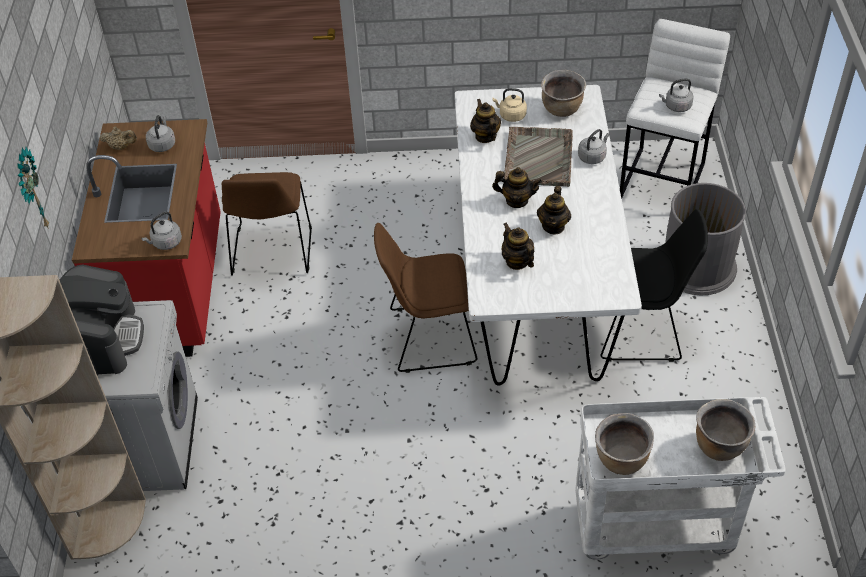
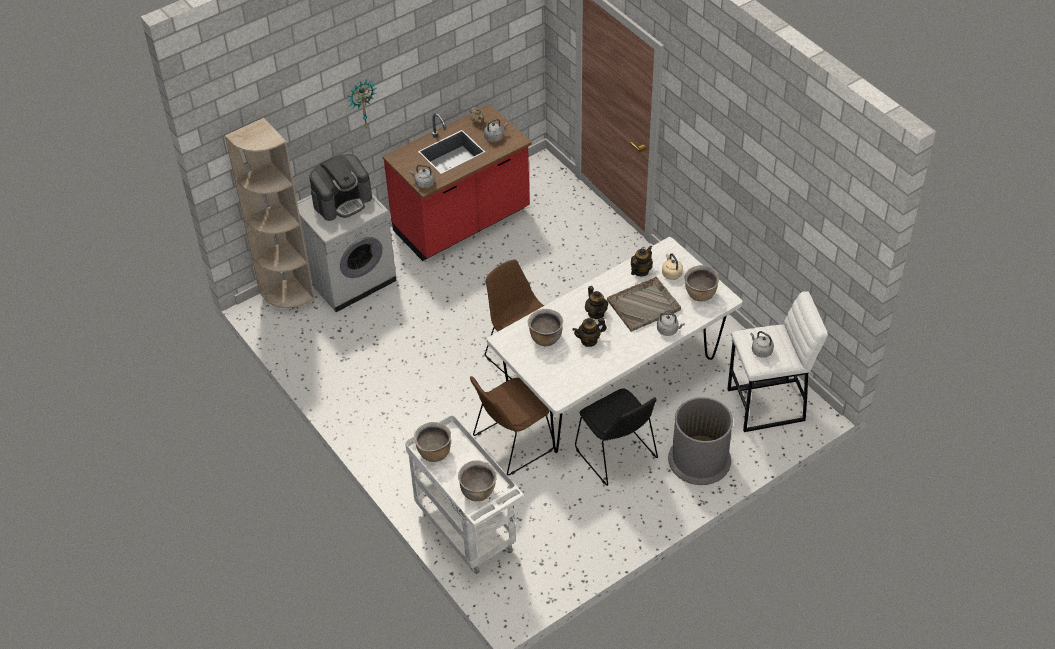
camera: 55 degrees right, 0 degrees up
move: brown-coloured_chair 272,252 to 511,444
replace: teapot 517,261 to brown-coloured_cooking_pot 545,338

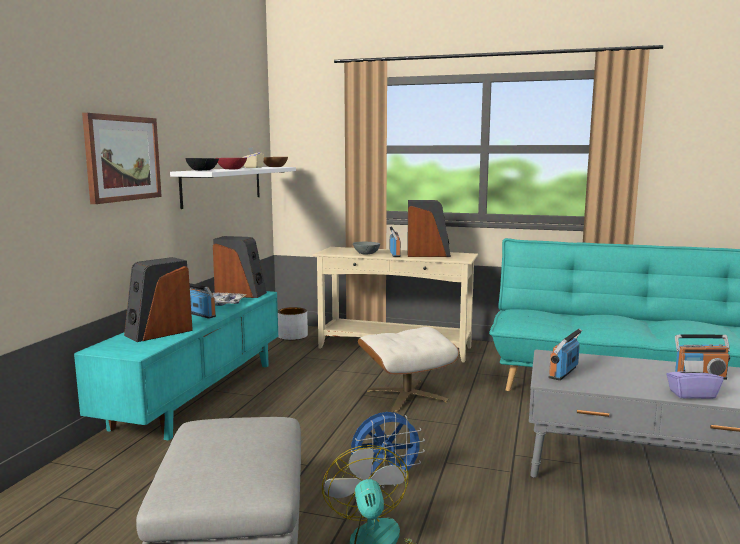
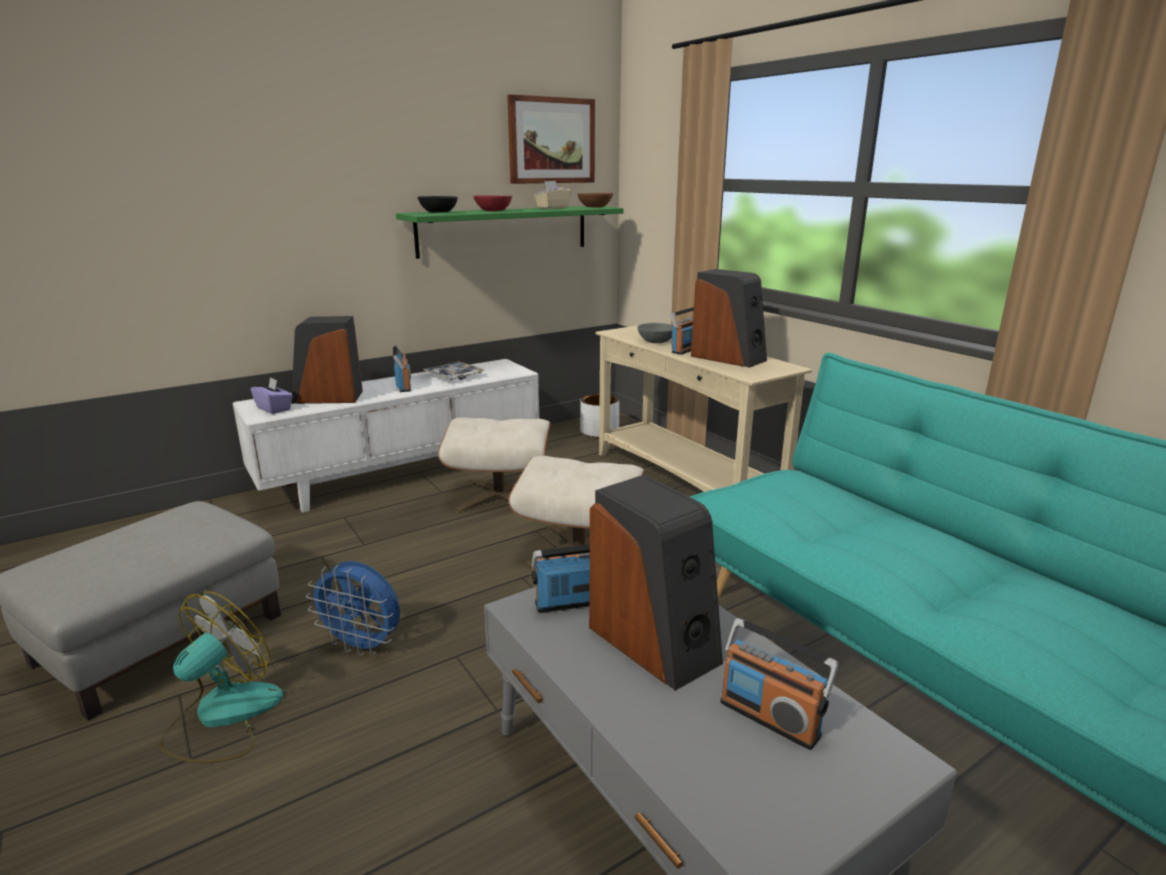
camera: 40 degrees right, 10 degrees up
insert: beige_pouffe 499,495
move: wall_picture 122,158 to 551,141; speaker 241,294 to 655,642; purple-coloured_tissue_holder 692,394 to 274,408
recolor: white-coloured_wall_shelf 223,185 to green_wall_shelf 504,230; blue-green_tv_unit 197,393 to white-coloured_tv_unit 404,471

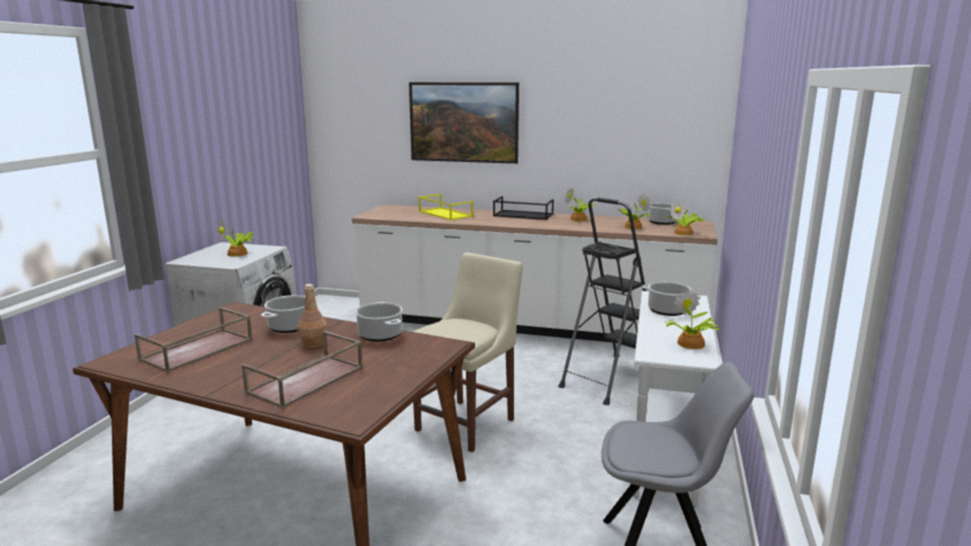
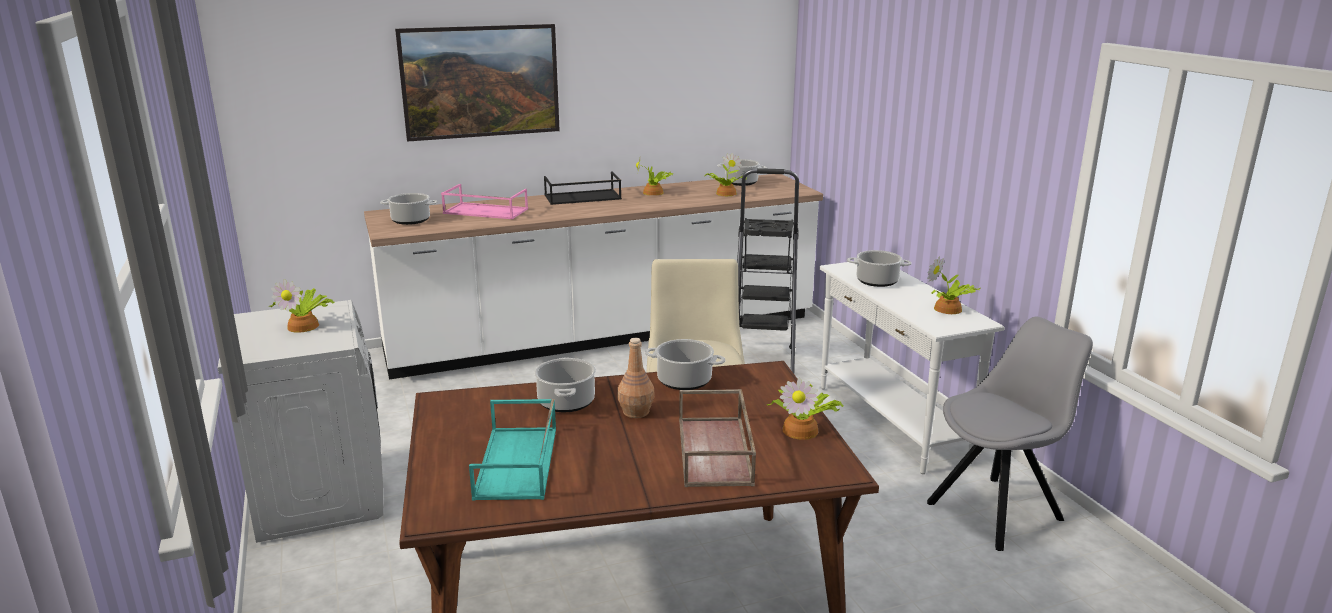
camera: 35 degrees left, 5 degrees up
insert: cooking_pot 410,220
move: plant_in_a_pot 684,233 to 802,429
recolor: yellow-coloured_serving_tray 444,214 to pink_serving_tray 484,211; brown-coloured_serving_tray 197,350 to blue-green_serving_tray 518,463

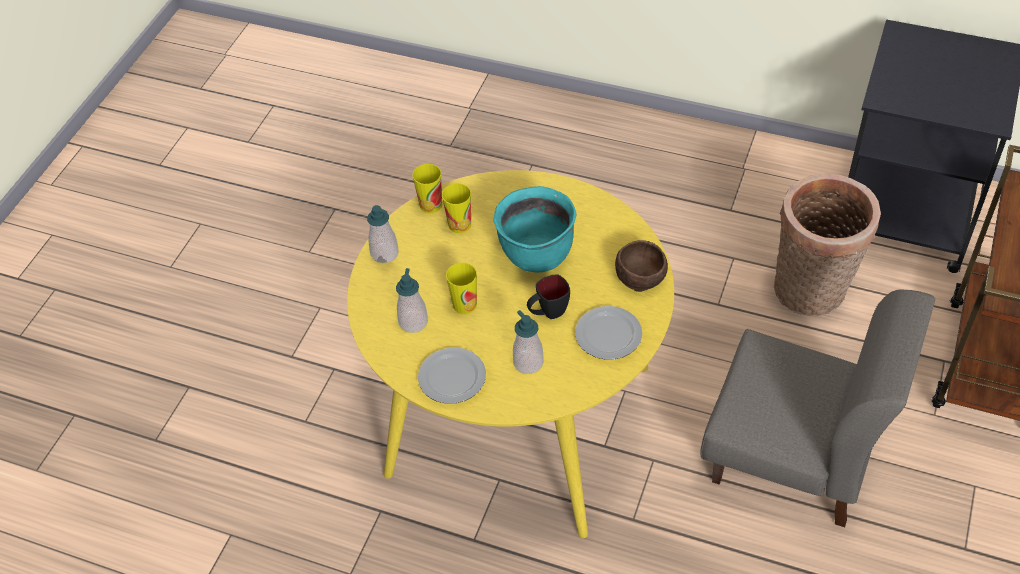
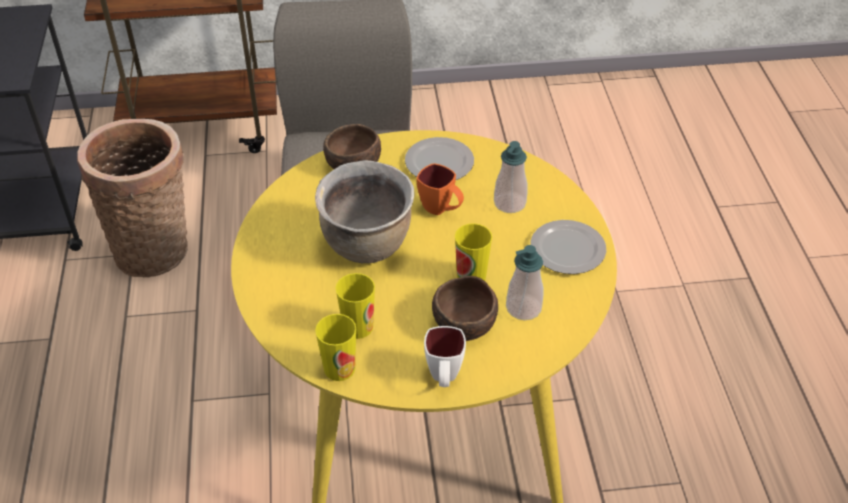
camera: 120 degrees left, 5 degrees down
insert: brown-coloured_serving_bowl 464,324
replace: soap_dispenser 384,253 to white-coloured_tea_mug 444,379
recolor: blue-green_cooking_pot 536,255 to brown-coloured_cooking_pot 368,245; black-coloured_tea_mug 548,313 to orange-coloured_tea_mug 441,210

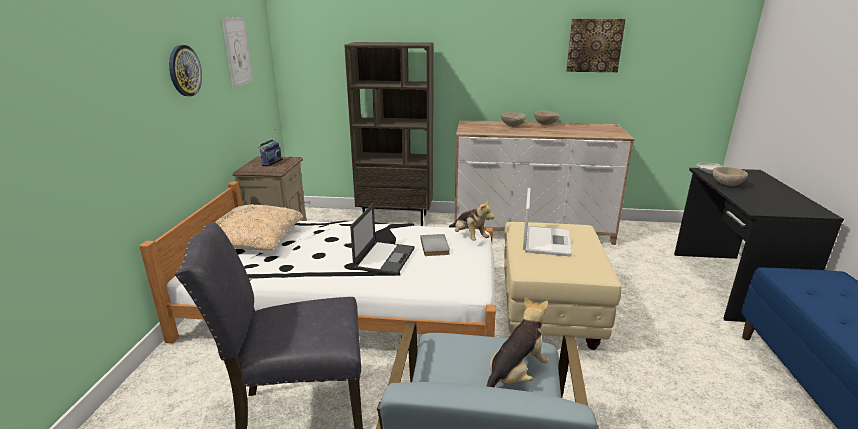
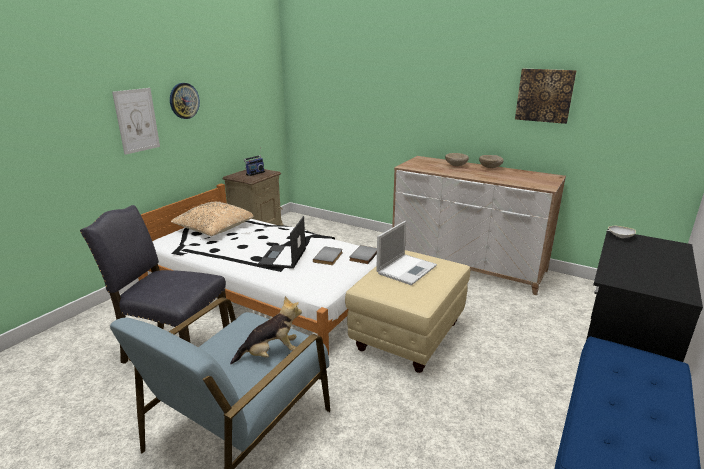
camera: 25 degrees right, 0 degrees up
delete: brown-coloured_bookshelf 396,218; beige_serving_bowl 726,184
move: wall_picture 237,52 to 137,120
replace: soft_toy 469,237 to greyish_book 363,255
rotate: portable_computer 384,258 = 282,257 150 degrees clockwise

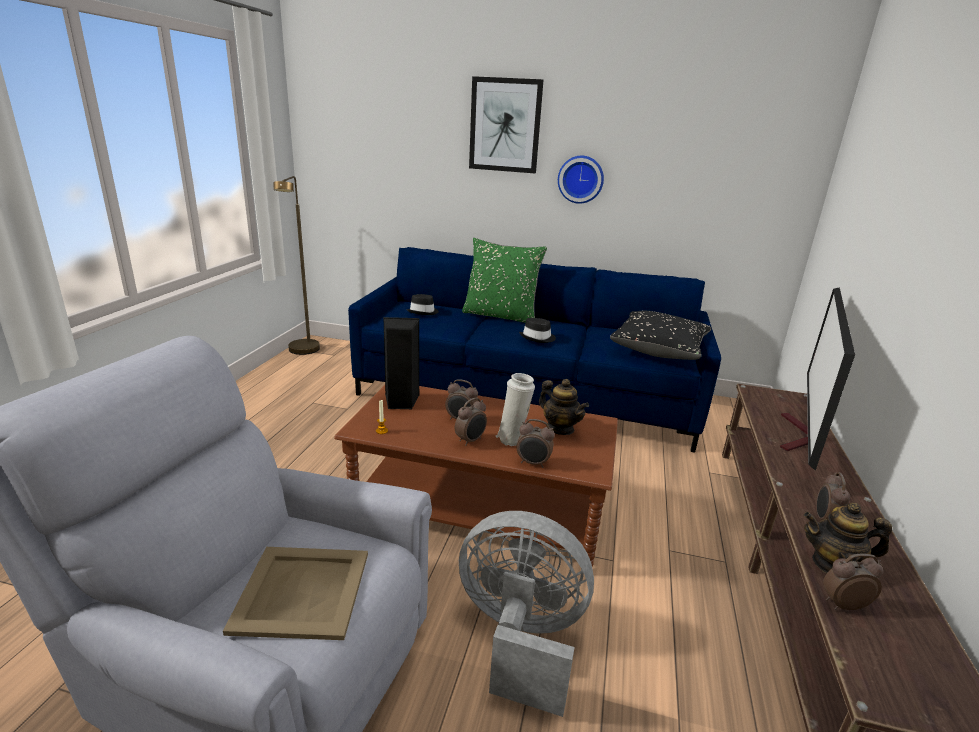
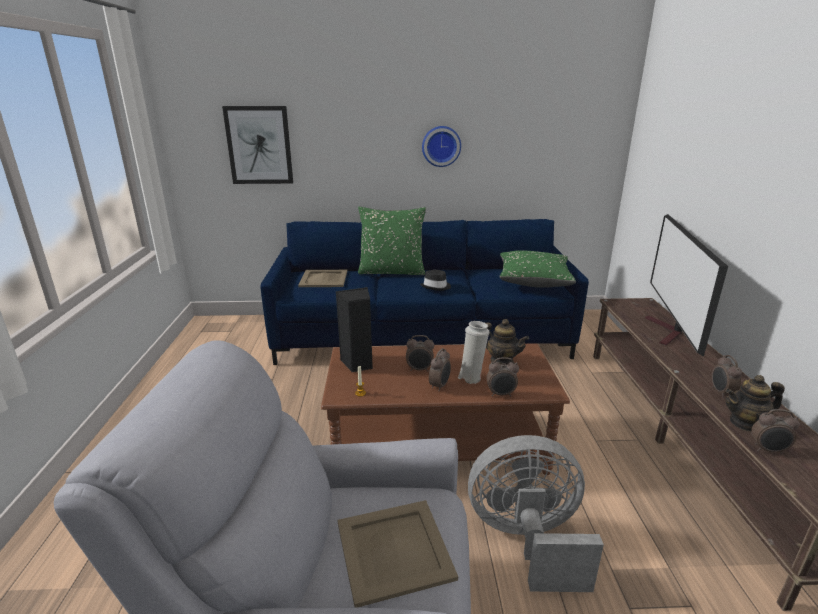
camera: 15 degrees left, 0 degrees up
delete: brown-coloured_standard_lamp 303,352
move: wall_picture 505,125 to 259,145
replace: black-coloured_clothing_hat 423,312 to beige_serving_tray 324,279
recolor: black-coloured_pillow 659,349 to green_pillow 533,280
rotate: alarm_clock 842,604 = 768,450 150 degrees counterclockwise

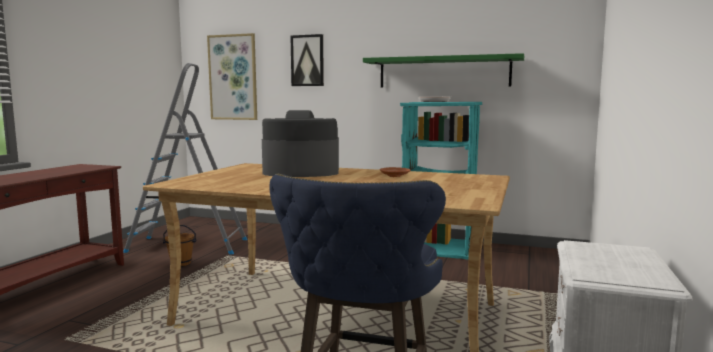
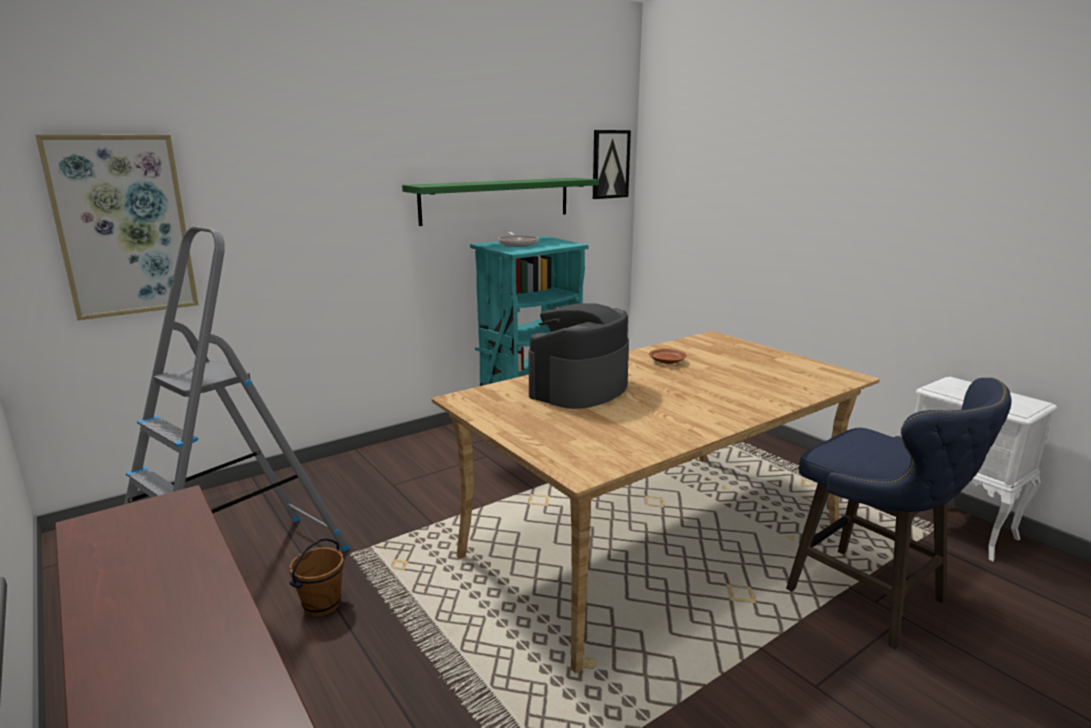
camera: 55 degrees left, 10 degrees up
move: wall_picture 307,60 to 610,164

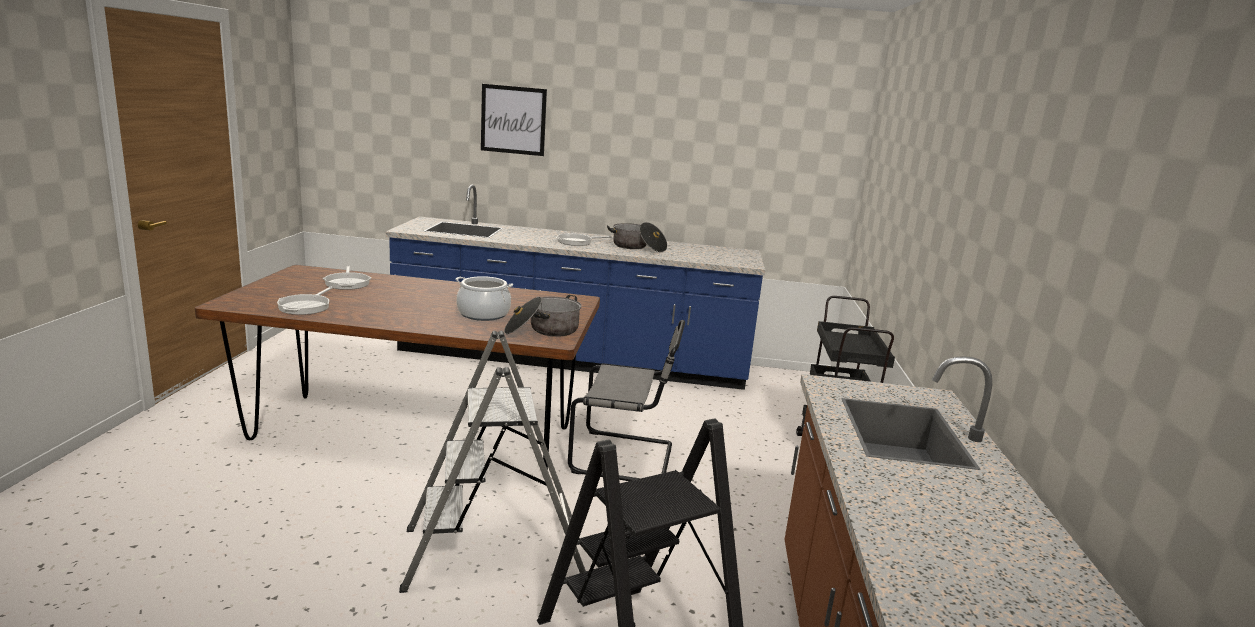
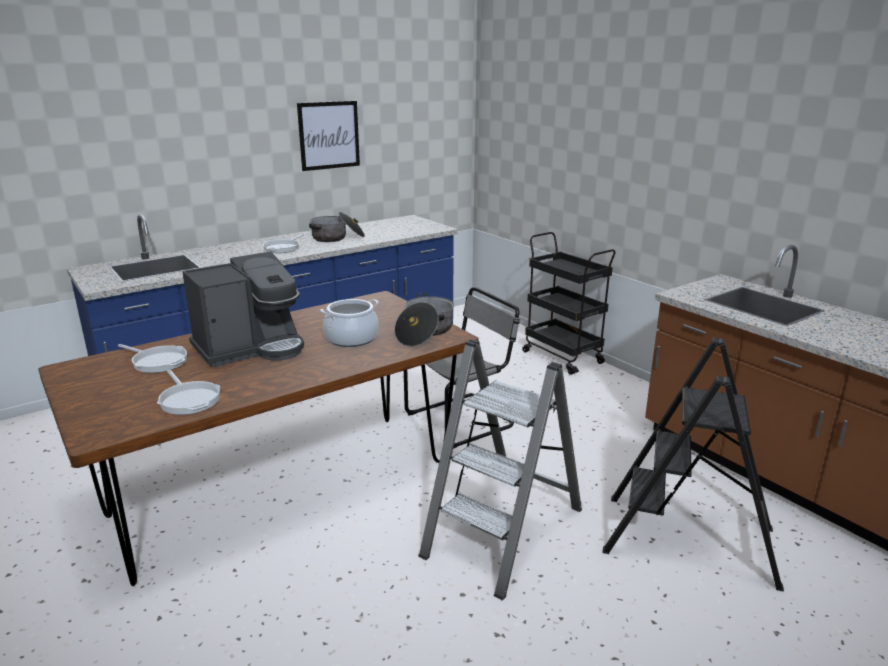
camera: 40 degrees left, 5 degrees up
insert: coffee_maker 251,348
move: wall_picture 513,120 to 329,135

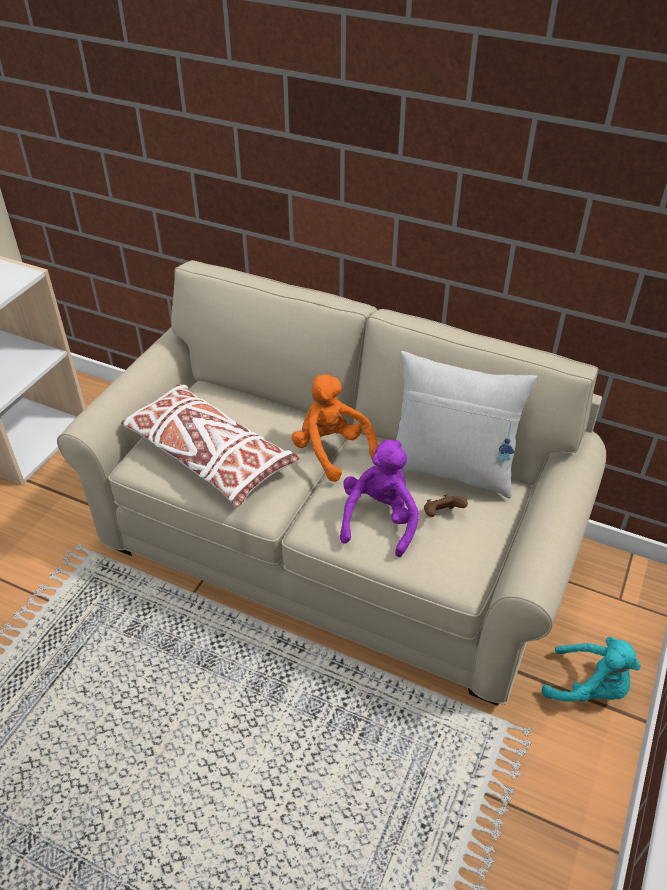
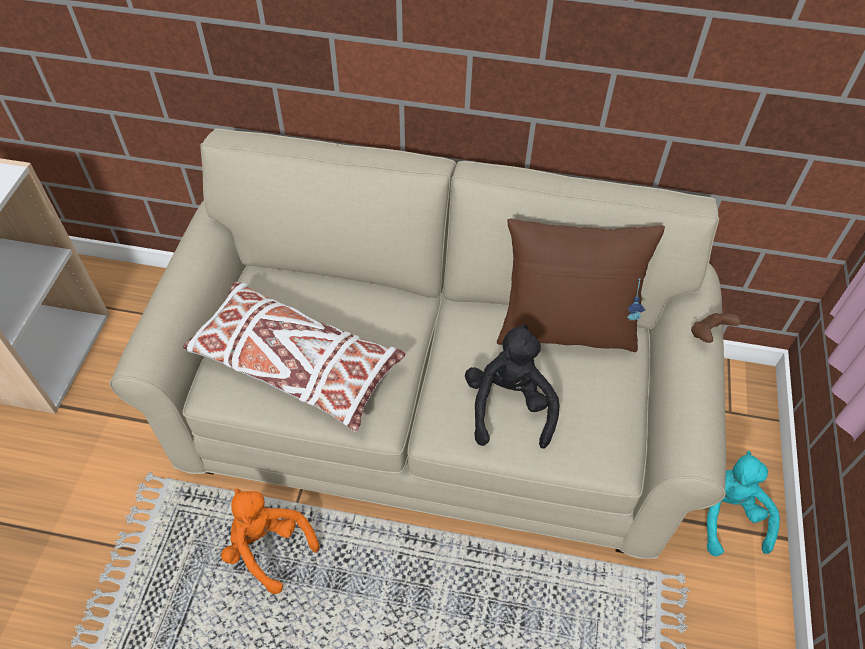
camera: 15 degrees left, 10 degrees up
move: orange-coloured_soft_toy 331,451 to 268,547; brown-coloured_gamepad 441,514 to 709,335
recolor: greyish_pillow 450,471 to brown-coloured_pillow 565,331; purple-coloured_soft_toy 379,520 to black-coloured_soft_toy 509,406
rotate: blue-green_soft_toy 588,687 = 726,516 105 degrees counterclockwise

